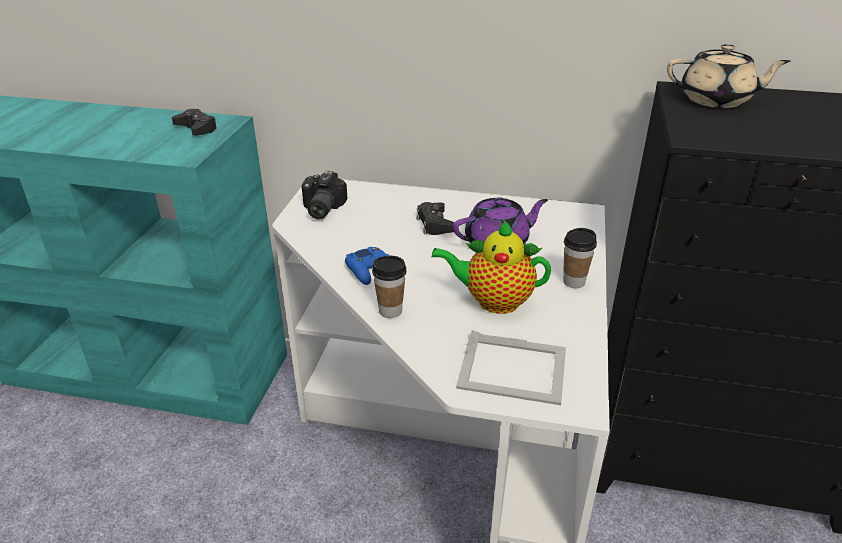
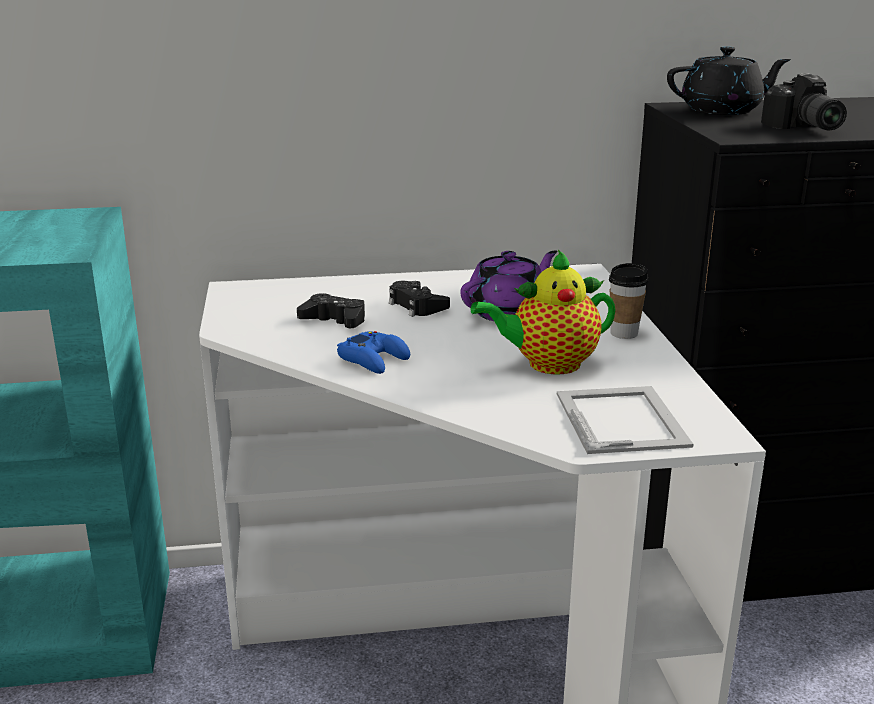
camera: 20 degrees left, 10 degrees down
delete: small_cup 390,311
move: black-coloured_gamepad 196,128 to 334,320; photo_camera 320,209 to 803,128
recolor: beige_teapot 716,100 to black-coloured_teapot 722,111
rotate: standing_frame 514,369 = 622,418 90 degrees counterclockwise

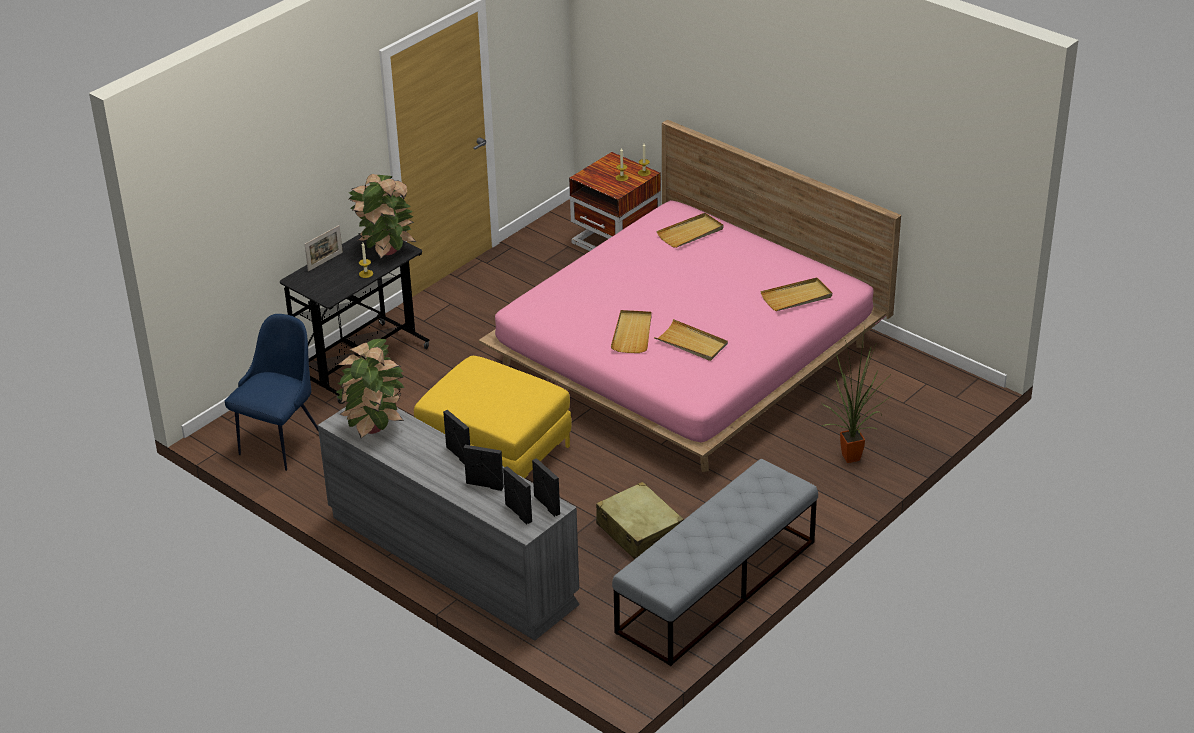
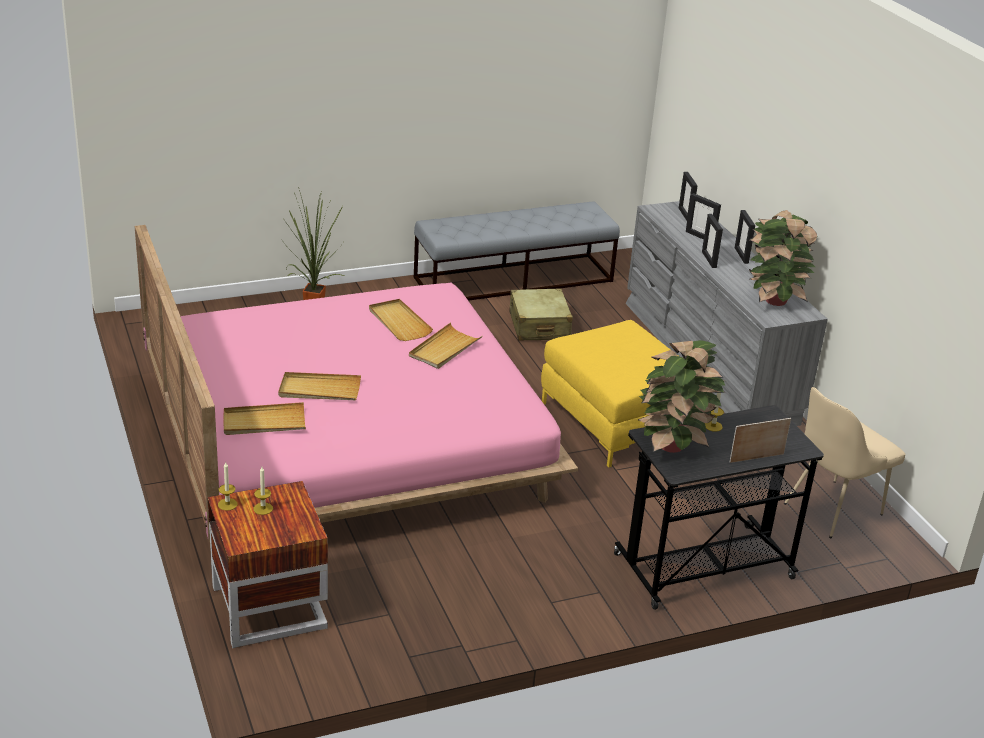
camera: 155 degrees left, 5 degrees down
move: beige_serving_tray 797,297 to 319,390; standing_frame 546,505 to 742,255
recolor: blue-coloured_chair 280,443 to beige_chair 832,510

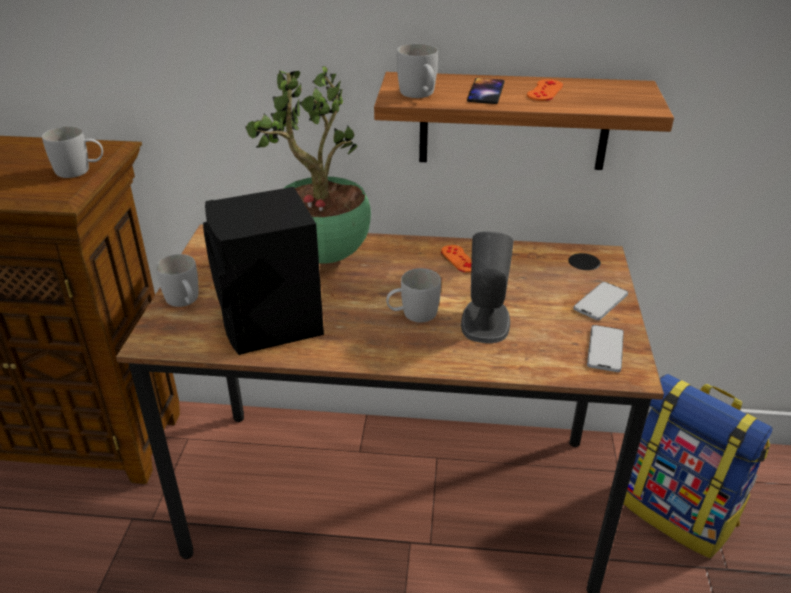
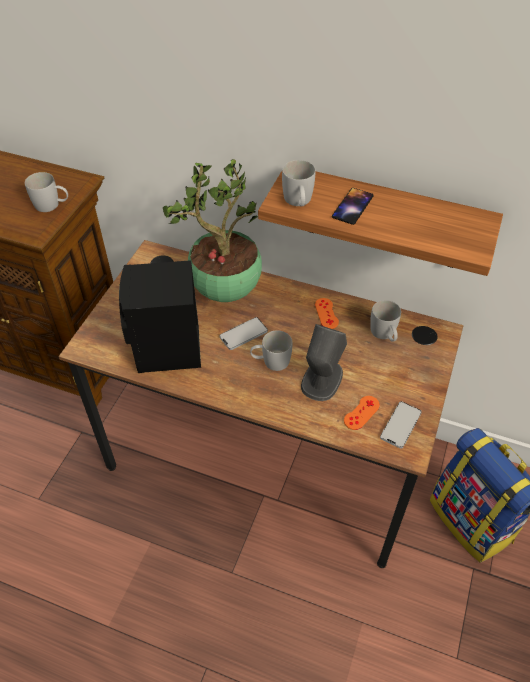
camera: 15 degrees right, 15 degrees up
move: orange-coloured_gamepad 545,90 to 361,413; white-coloured_tea_mug 184,301 to 384,334; handset 600,302 to 243,334

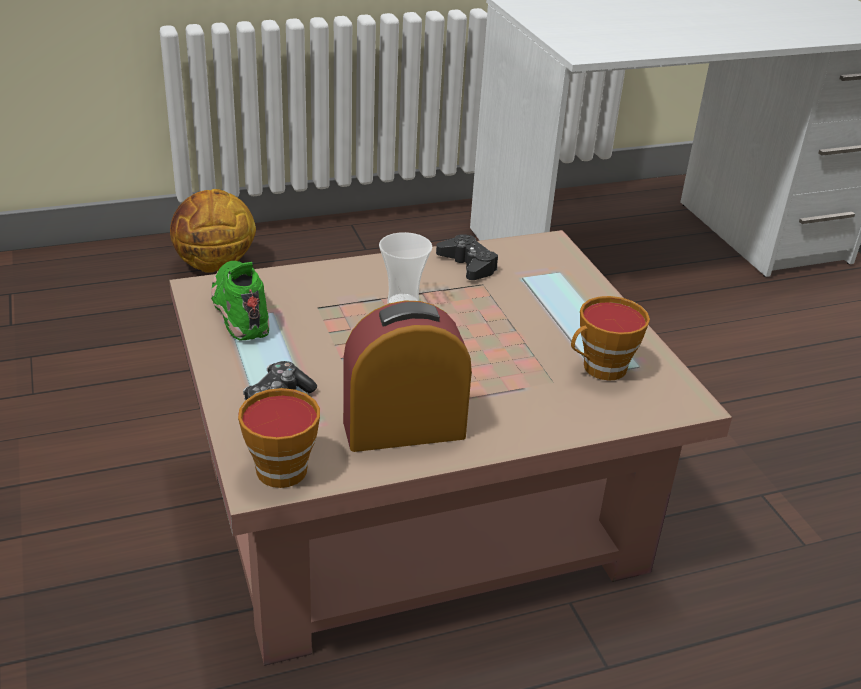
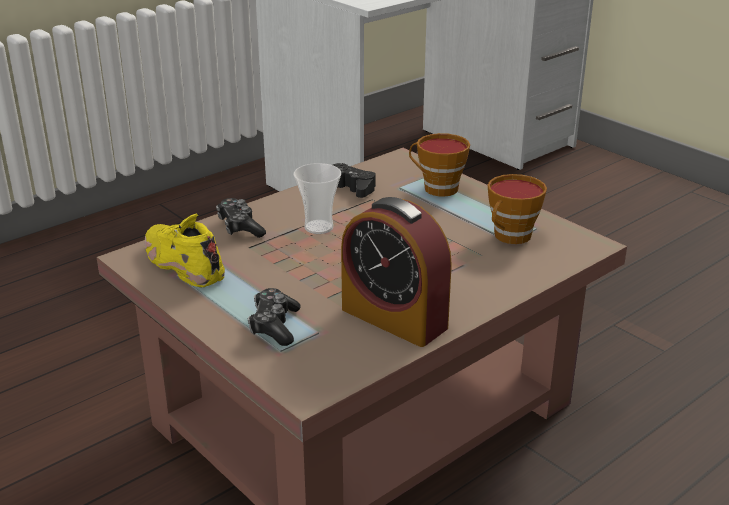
camera: 20 degrees left, 5 degrees down
delete: basketball 215,266
insert: gamepad 240,227
move: small_cup 277,467 to 436,188
recolor: green_low_shoe 240,309 to yellow-coloured_low_shoe 182,264
rotate: alarm_clock 404,429 = 394,318 105 degrees counterclockwise

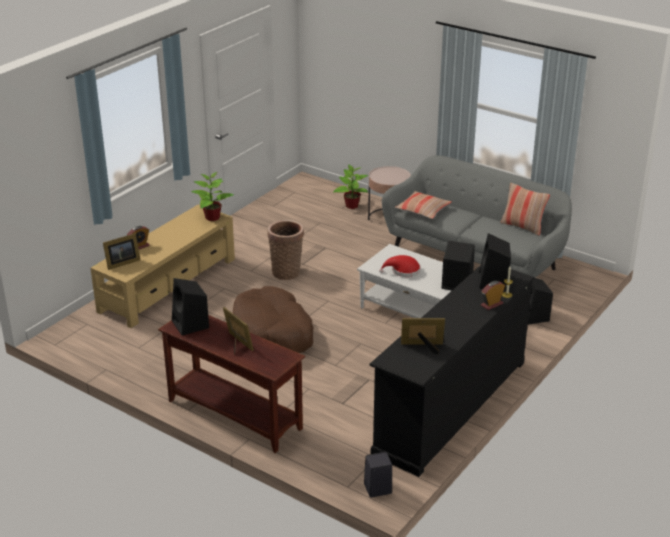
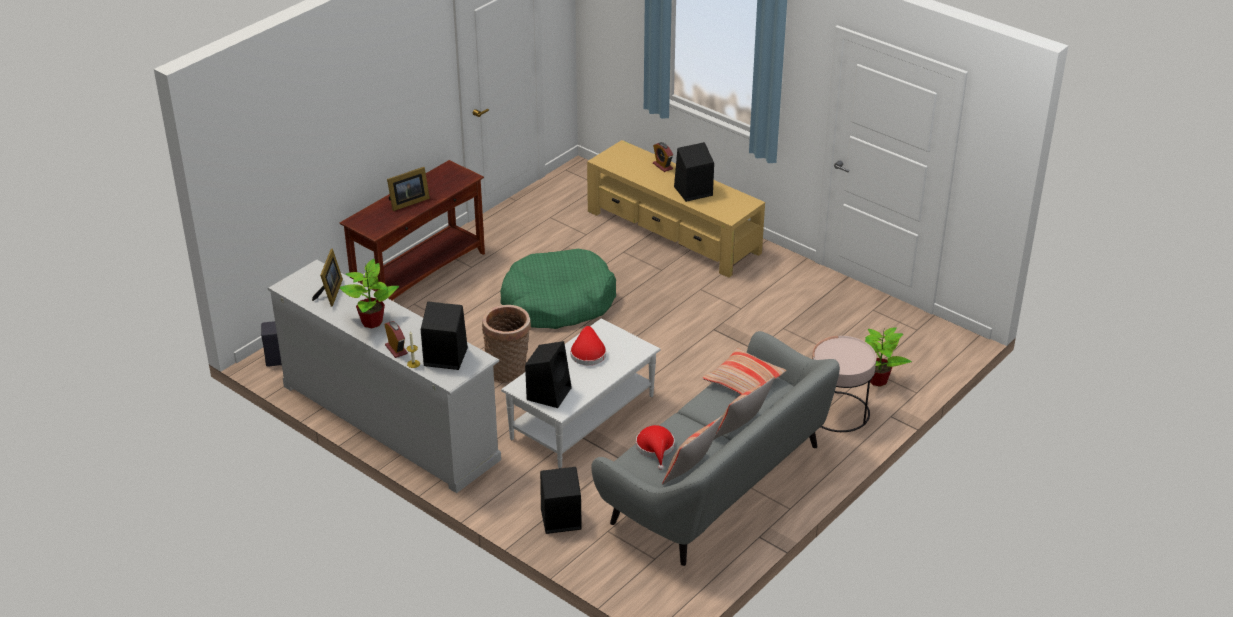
camera: 95 degrees right, 5 degrees up
delete: standing_frame 121,263
insert: pillow 741,430; reddish_clothing_hat 656,448
move: plant_in_a_pot 212,217 to 372,321; household_basket 286,271 to 508,372; black-coloured_speaker 191,324 to 692,191
recolor: black-coloured_cabinet 451,406 to white-coloured_cabinet 389,421; brown-coloured_pet_bed 272,334 to green_pet_bed 557,302

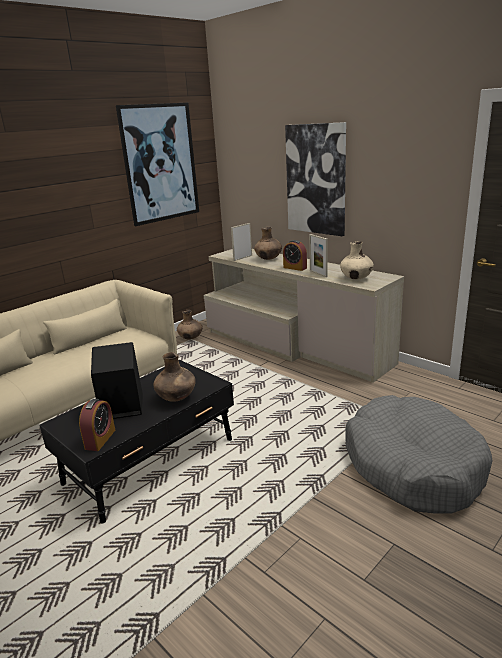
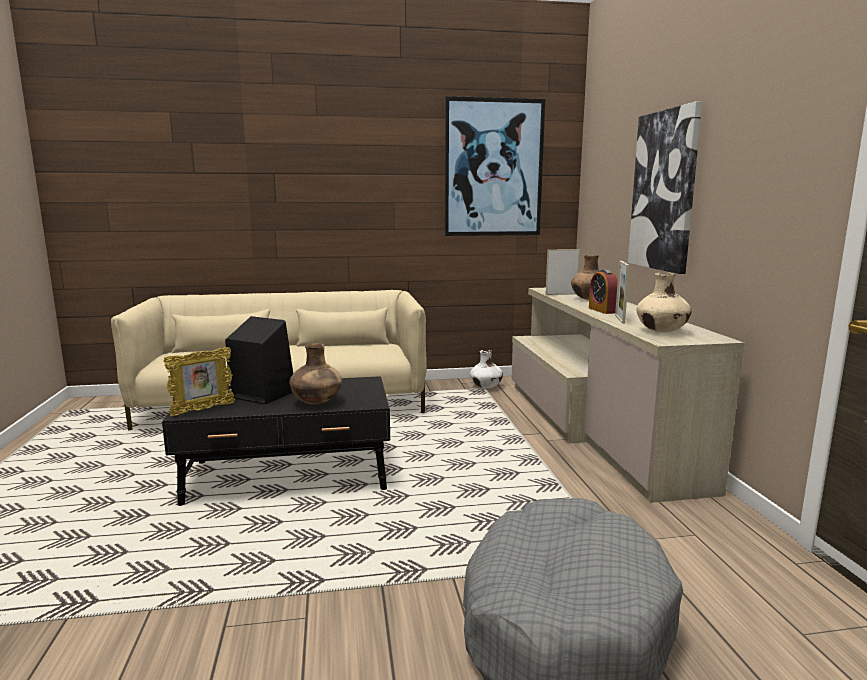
camera: 35 degrees right, 10 degrees down
replace: alarm_clock 100,439 to standing_frame 203,409
recolor: brown-coloured_flower_vase 191,338 to white-coloured_flower_vase 486,387

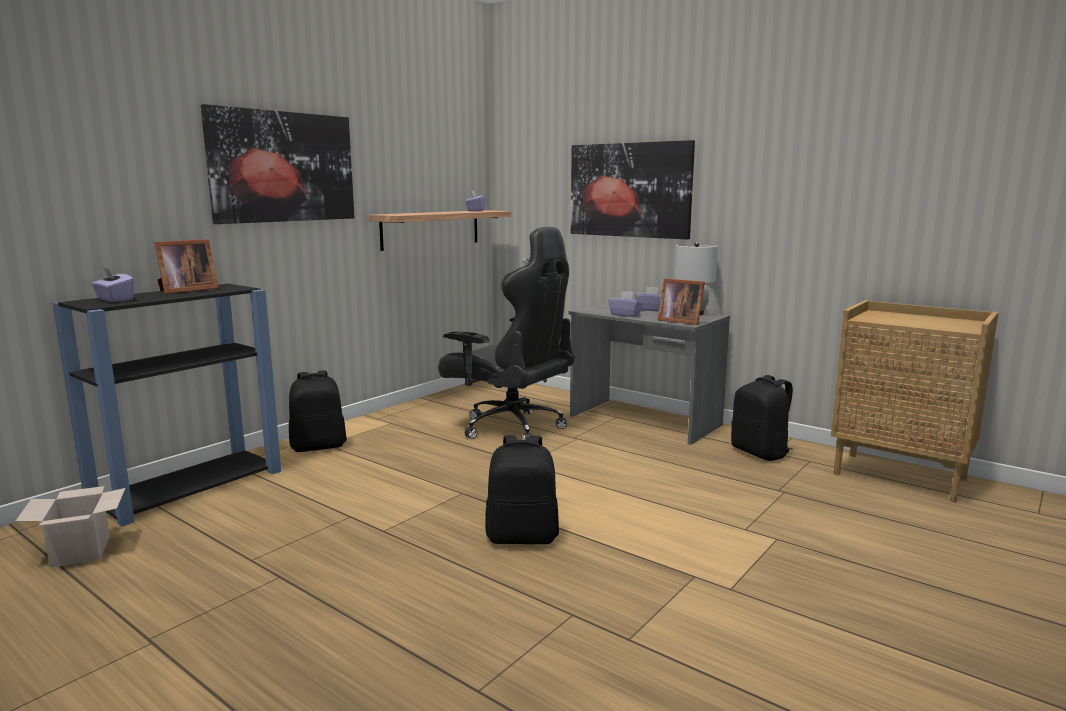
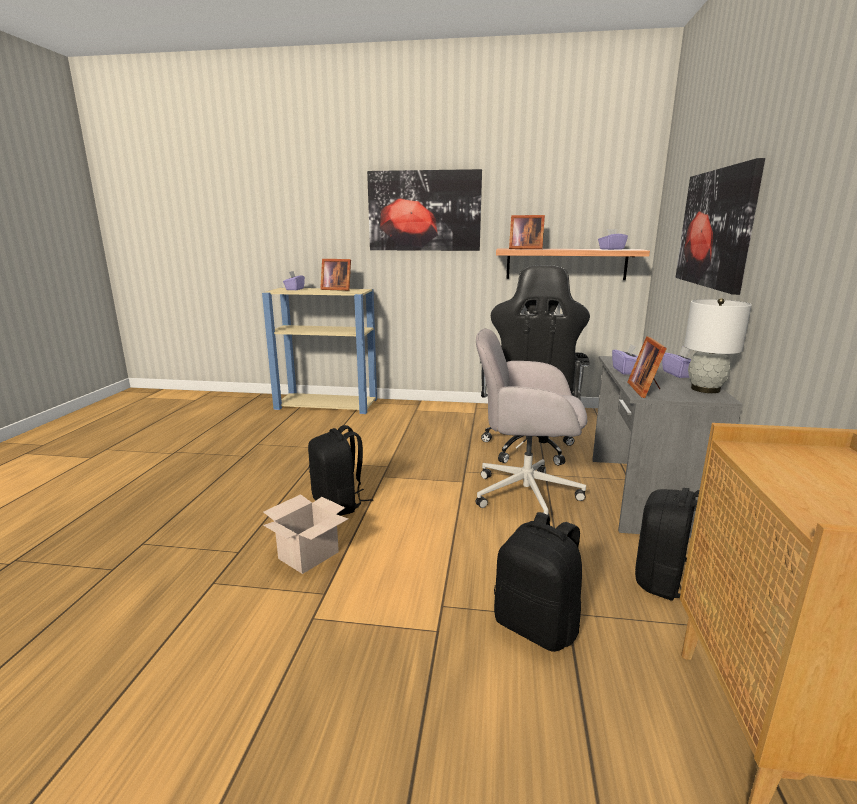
camera: 60 degrees right, 5 degrees up
insert: standing_frame 524,249; greyish_desk_chair 524,494
move: black-coloured_rucksack 319,446 to 537,626; cardboard_box 81,552 to 308,556
recolor: black-coloured_bookshelf 189,486 to beige_bookshelf 327,404

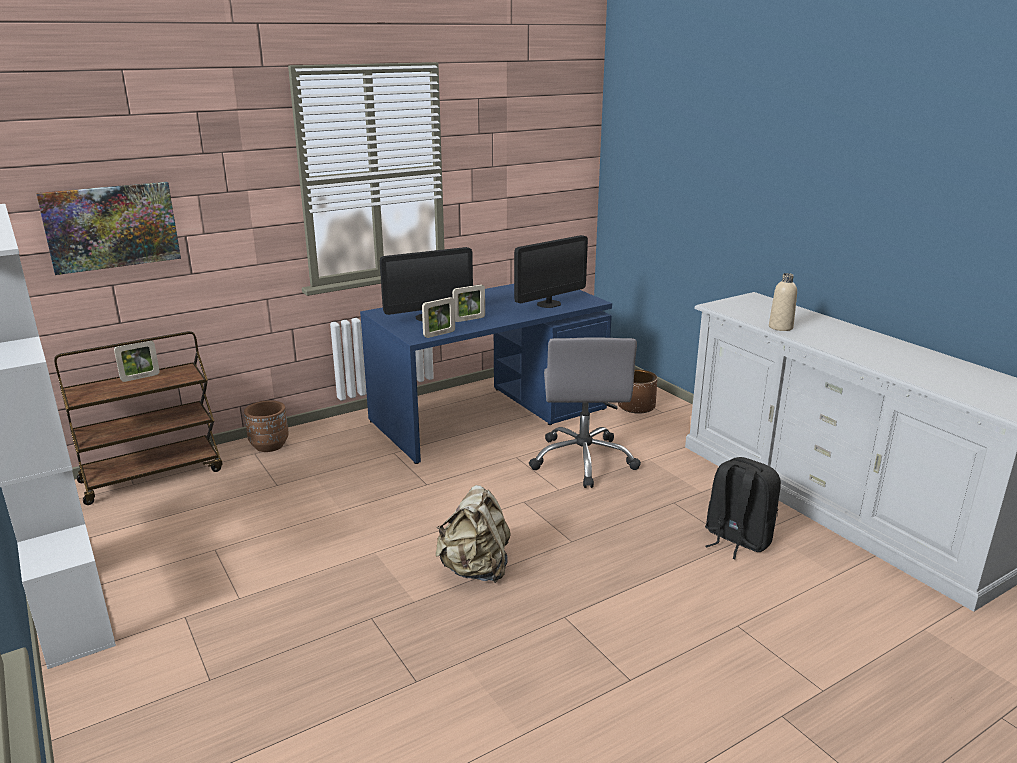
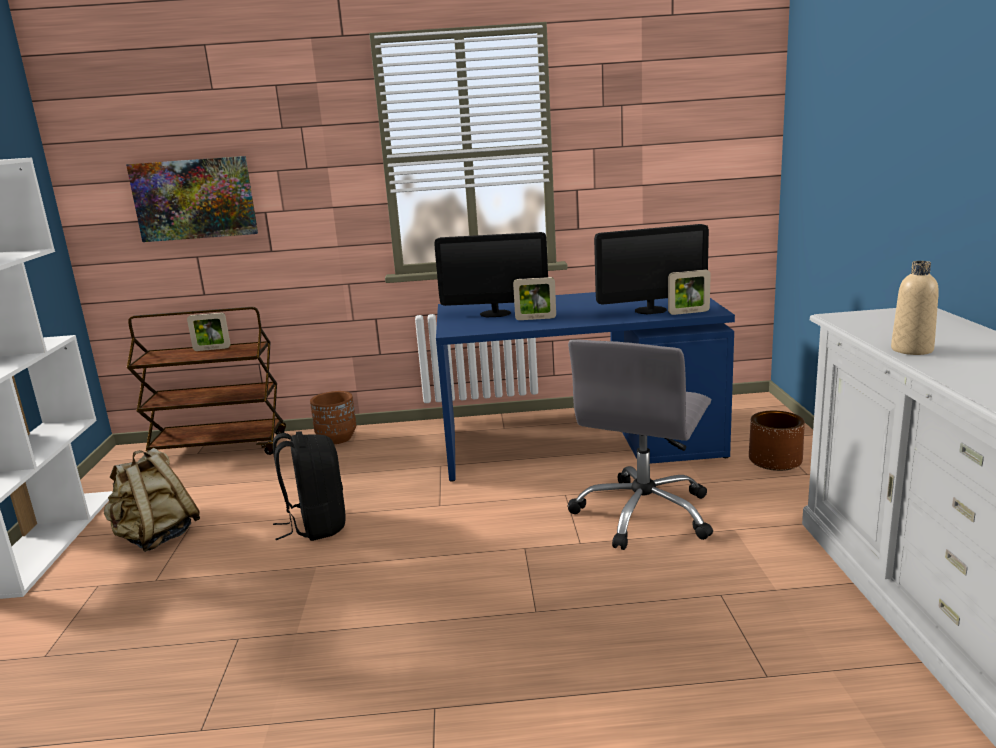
camera: 30 degrees right, 5 degrees down
move: standing_frame 439,334 to 688,312; black-coloured_rucksack 736,539 to 316,525; beige_rucksack 475,569 to 156,538

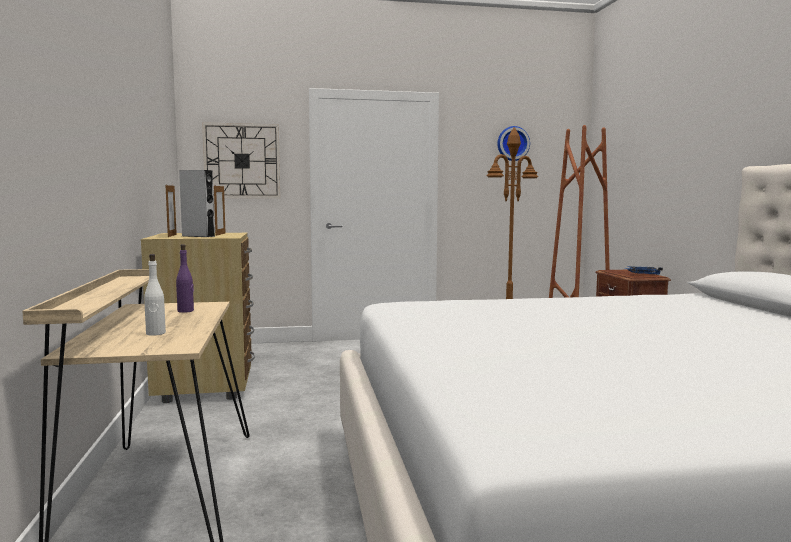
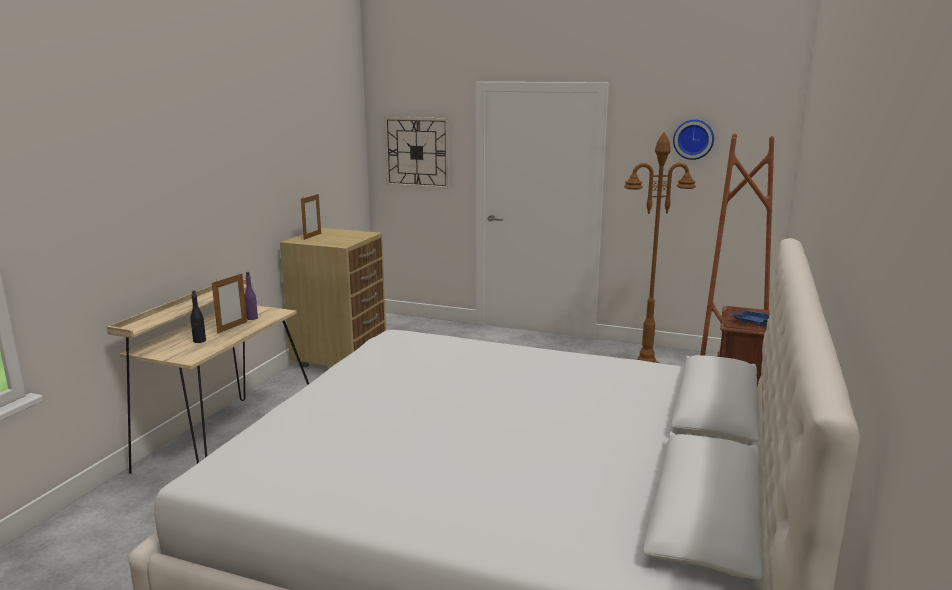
camera: 30 degrees right, 10 degrees up
delete: greyish_speaker 198,236
move: standing_frame 220,234 to 232,327
recolor: white-coloured_drink_bottle 155,333 to black-coloured_drink_bottle 199,341

